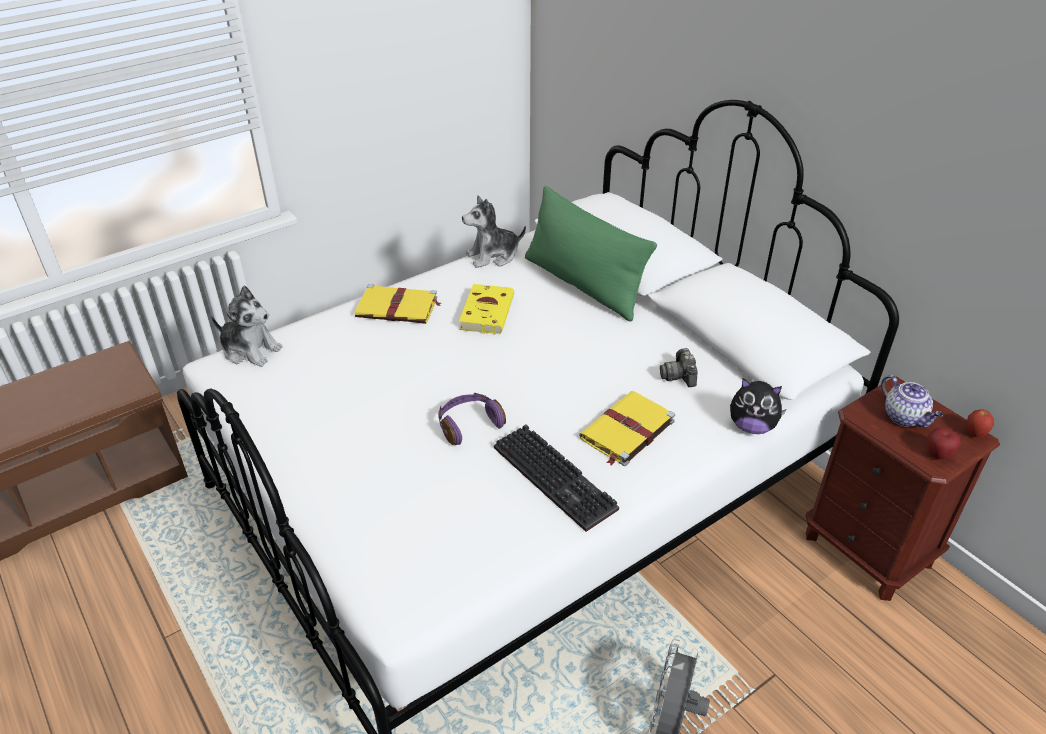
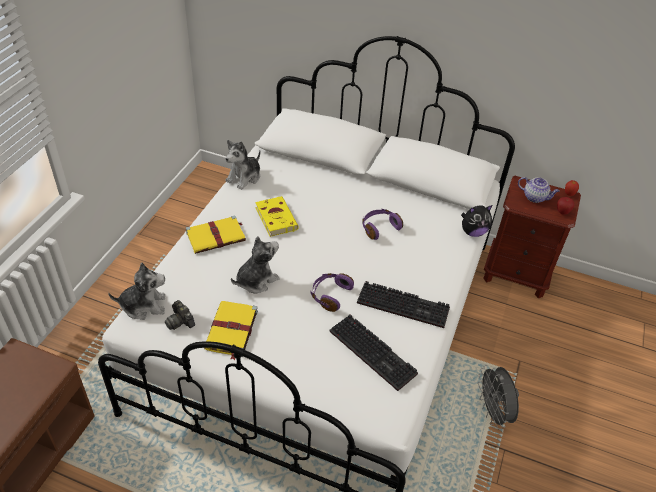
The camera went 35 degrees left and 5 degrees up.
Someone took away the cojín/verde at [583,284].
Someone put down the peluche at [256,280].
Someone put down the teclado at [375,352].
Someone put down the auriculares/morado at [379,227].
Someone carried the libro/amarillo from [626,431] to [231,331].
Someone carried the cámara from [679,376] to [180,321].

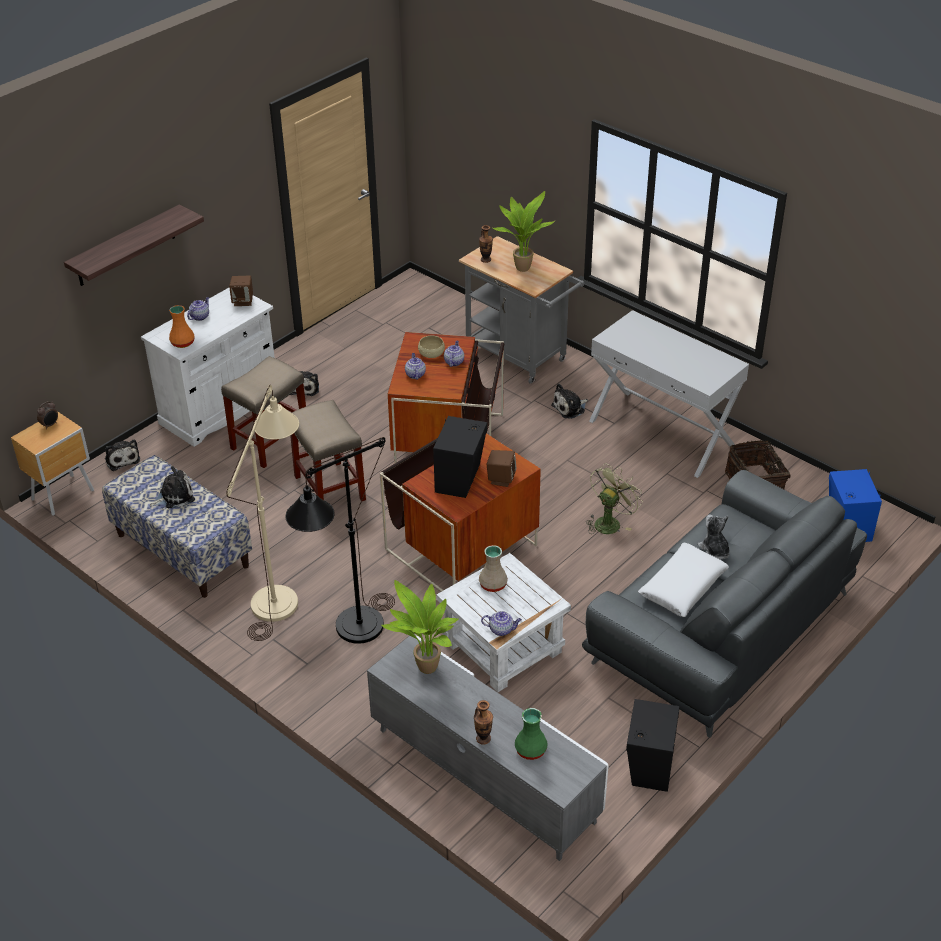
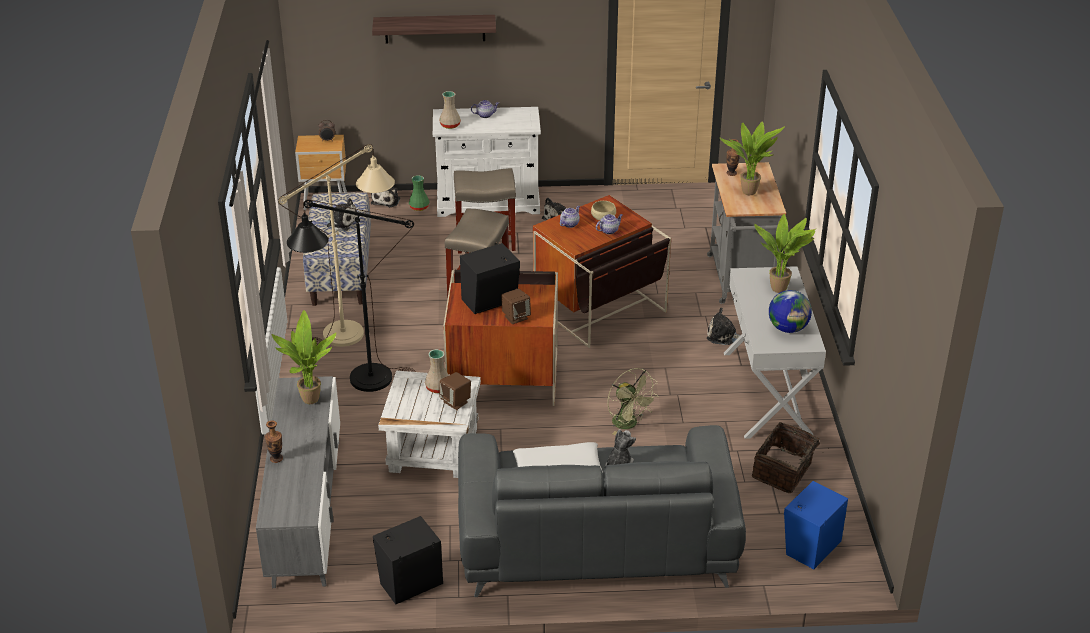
The camera went 45 degrees right and 5 degrees down.
Someone took away the tetera at [501,630].
Someone put down the planta en maceta at [780,288].
Someone put down the globo terráqueo at [788,328].
Someone carried the altavoz/marrón from [243,301] to [456,402].
Someone carried the florero/verde from [531,749] to [419,207].
Someone repainted the florero/naranja at [182,342], which became the florero/beis at [450,125].
Someone rotated the ventilador/verde at [609,522] by 60 degrees clockwise.

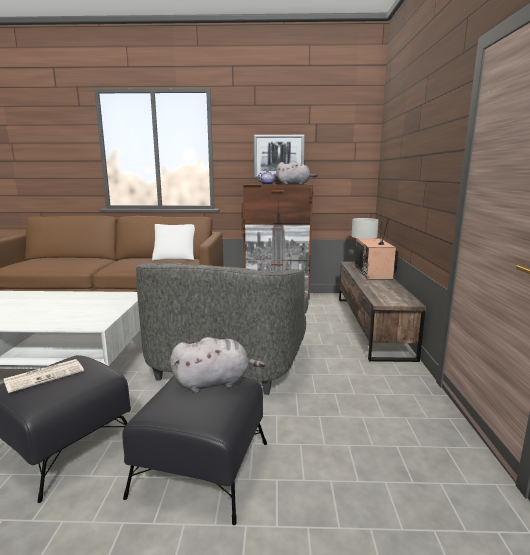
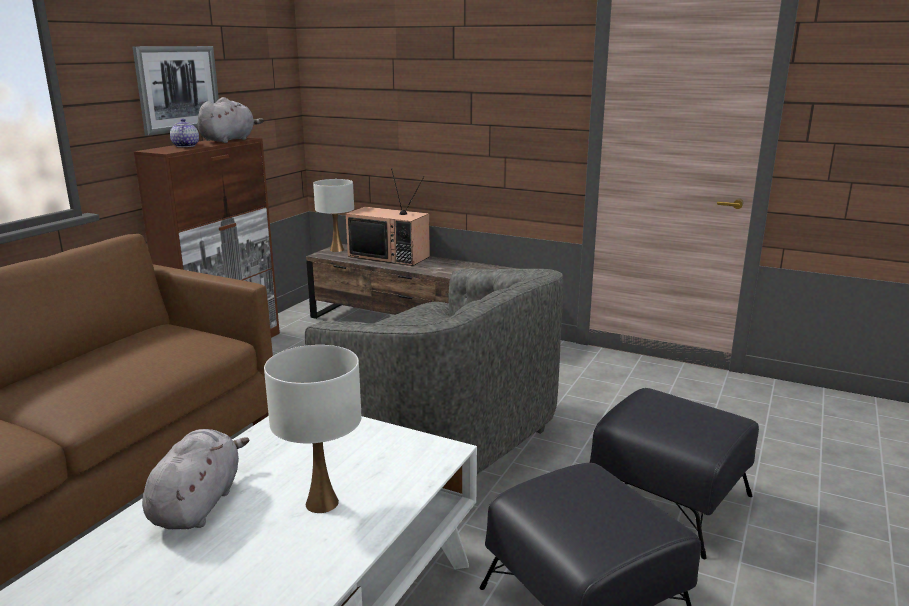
The camera went 65 degrees left and 5 degrees up.
Someone took away the periódico at [45,375].
Someone took away the cojín/blanco at [175,258].
Someone put down the lámpara de mesa/blanco at [321,503].
Someone carried the peluche/gris from [215,382] to [198,504].

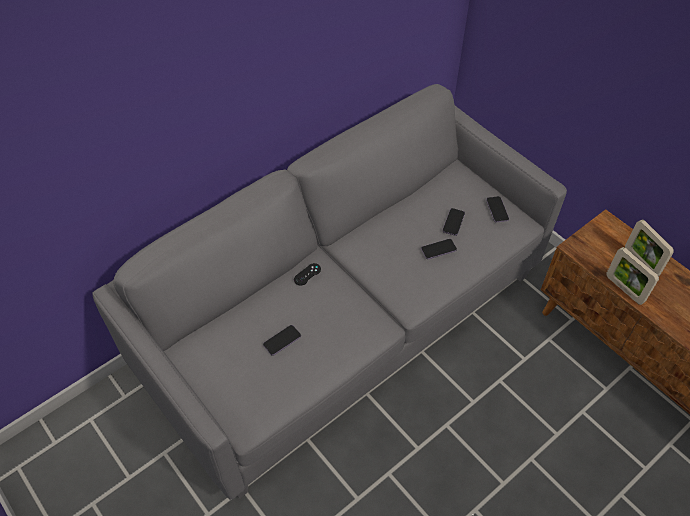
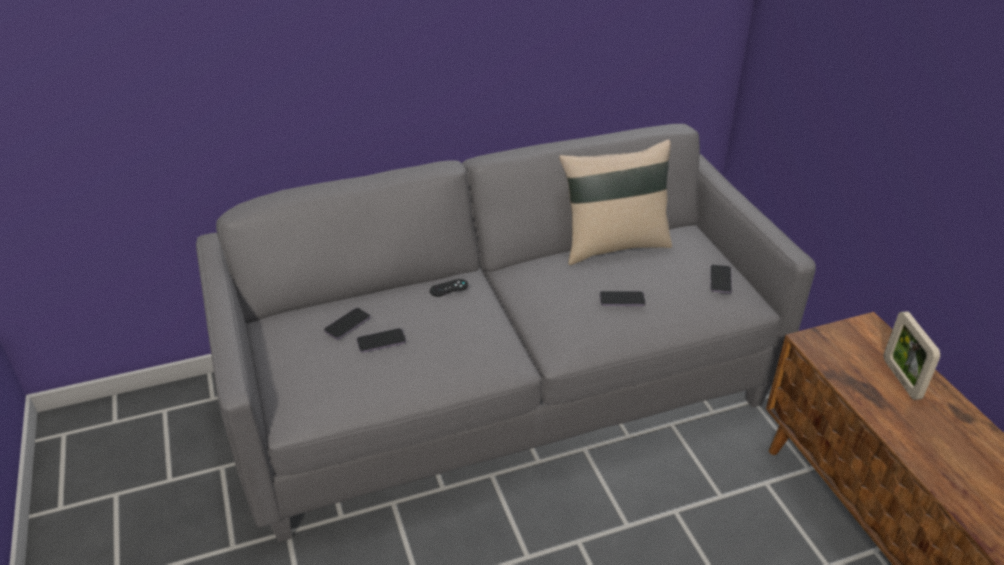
The camera went 20 degrees right and 15 degrees down.
Someone took away the portarretratos at [624,289].
Someone put down the cojín/beis at [613,245].
Someone carried the móvil from [453,222] to [347,325].

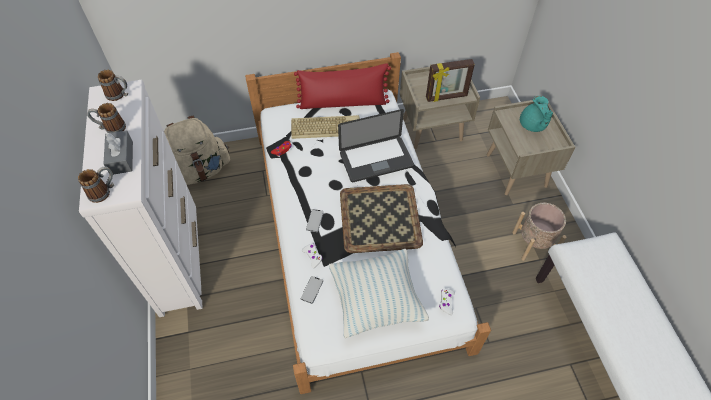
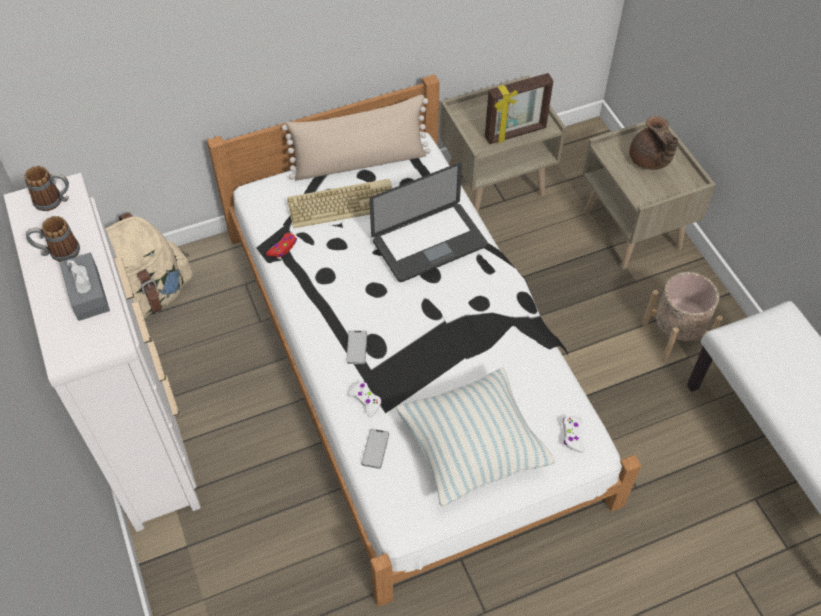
The camera went 10 degrees left and 0 degrees up.
Someone took away the taza grande at [104,192].
Someone took away the bandeja at [379,219].
Someone repainted the cojín/rojo at [343,103], which became the cojín/beis at [360,162].
Someone repainted the tetera/turquesa at [532,125], which became the tetera/marrón at [649,160].

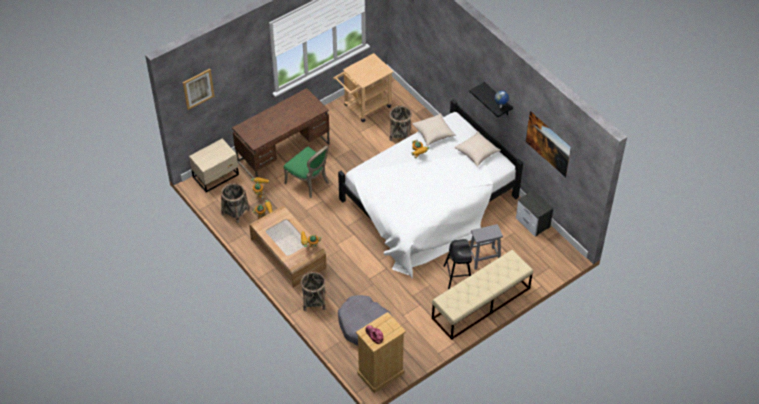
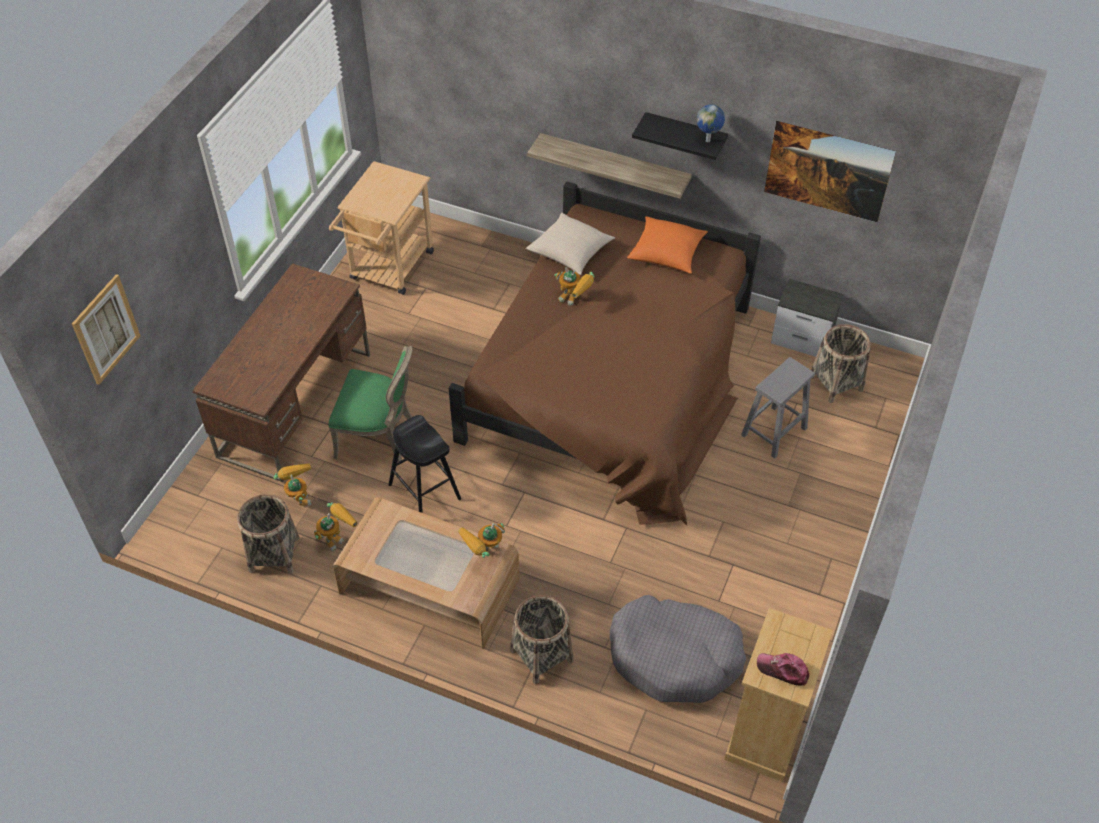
The camera went 30 degrees left and 0 degrees up.
Someone took away the mesita de noche/beis at [216,176].
Someone took away the banco/beis at [481,303].
Someone put up the estante at [614,165].
Someone carried the cesta from [400,134] to [836,383].
Someone carried the taburete/negro from [458,276] to [424,492].
Someone repainted the cama/blanco at [428,203], which became the cama/marrón at [613,381].
Someone repainted the cojín/beis at [477,152], which became the cojín/naranja at [666,253].

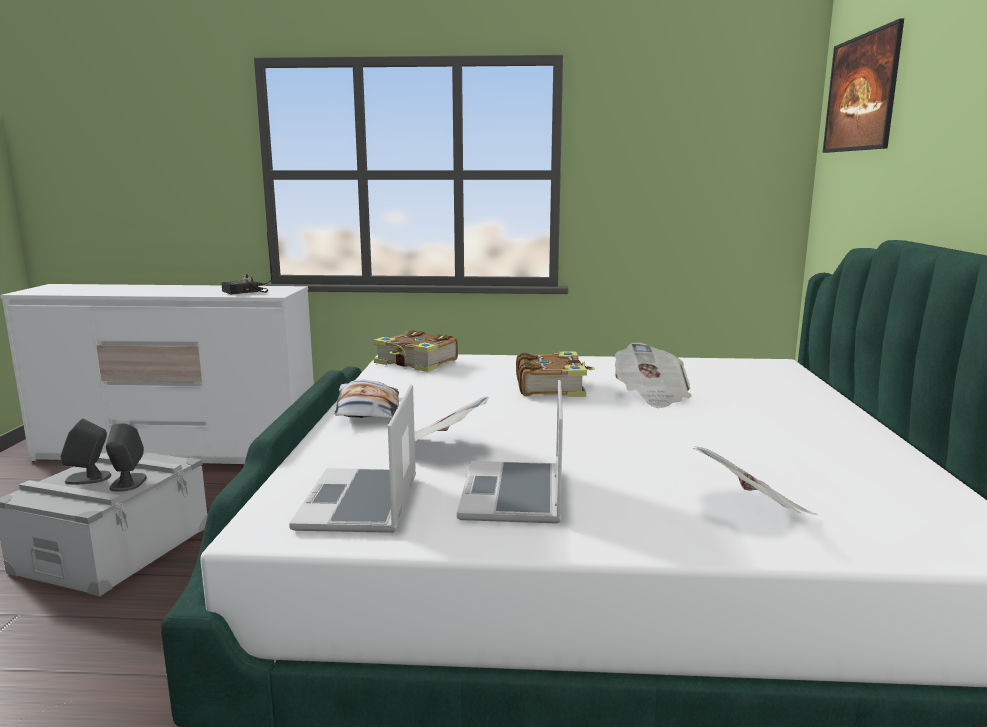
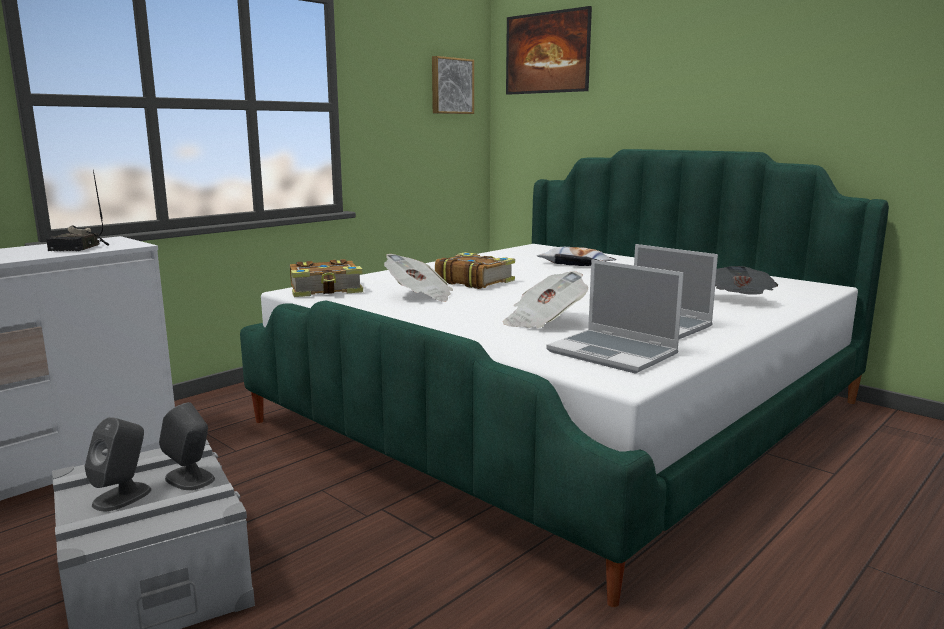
The camera went 50 degrees left and 0 degrees up.
Someone put up the cuadro at [451,86].
Someone carried the cojín from [367,410] to [576,264].
Someone carried the periódico from [651,396] to [420,296].

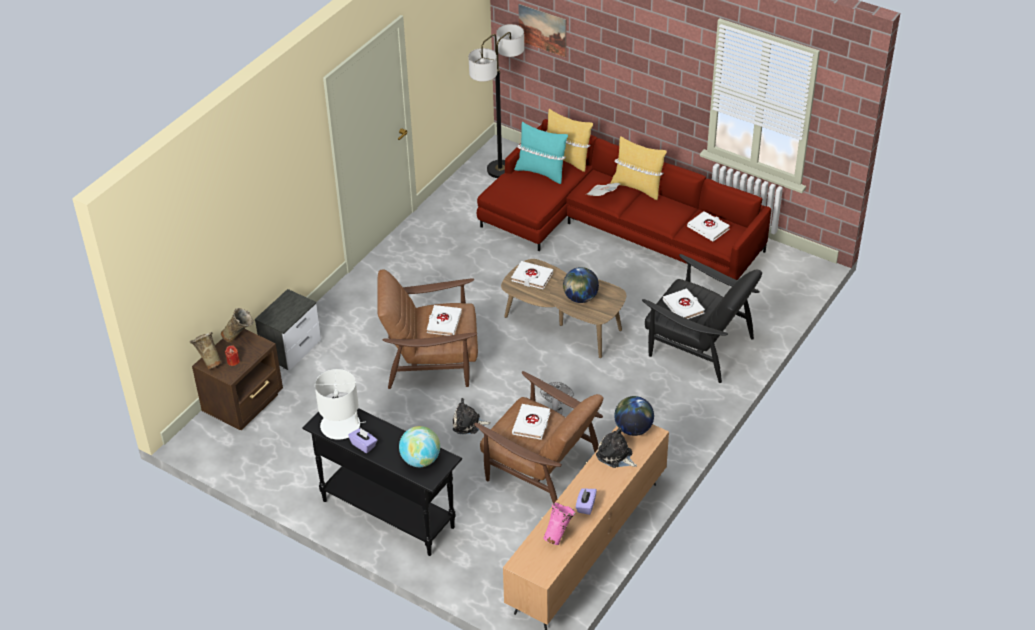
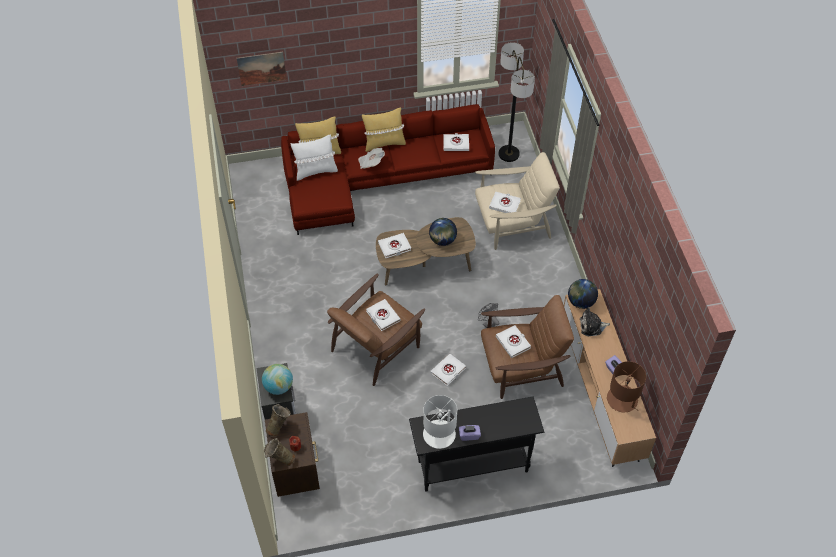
The camera went 45 degrees left and 10 degrees up.
Someone carried the globo terráqueo from [420,460] to [278,387].
Someone carried the lámpara de pie from [500,170] to [509,154].
Someone swapped the peluche at [468,424] for the libro/blanco at [448,371].
Someone swapped the florero/rosa at [558,535] for the lámpara de mesa/marrón at [622,399].
Someone repainted the cojín/turquesa at [541,172], which became the cojín/blanco at [315,171].
Someone repainted the sillón/negro at [698,344], which became the sillón/beis at [512,223].

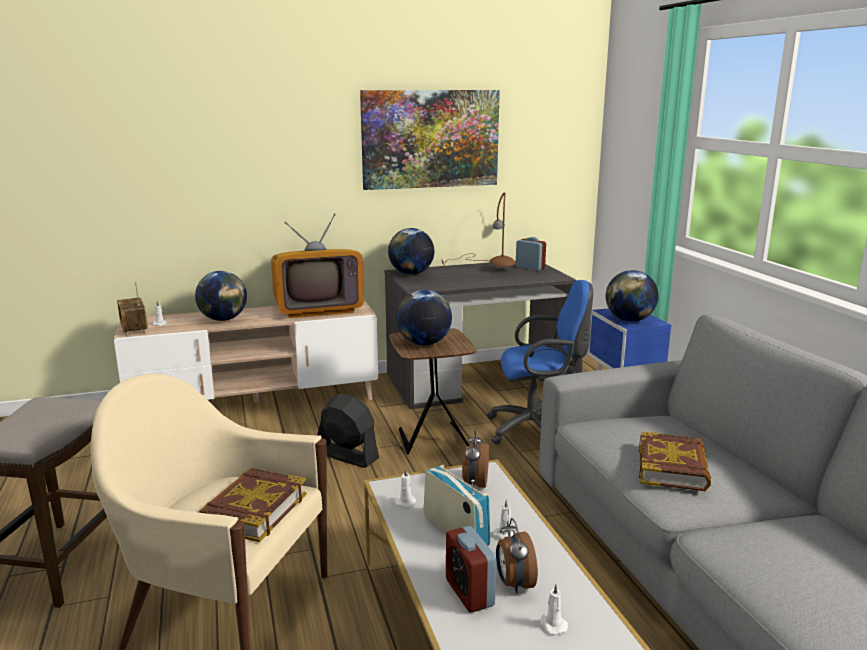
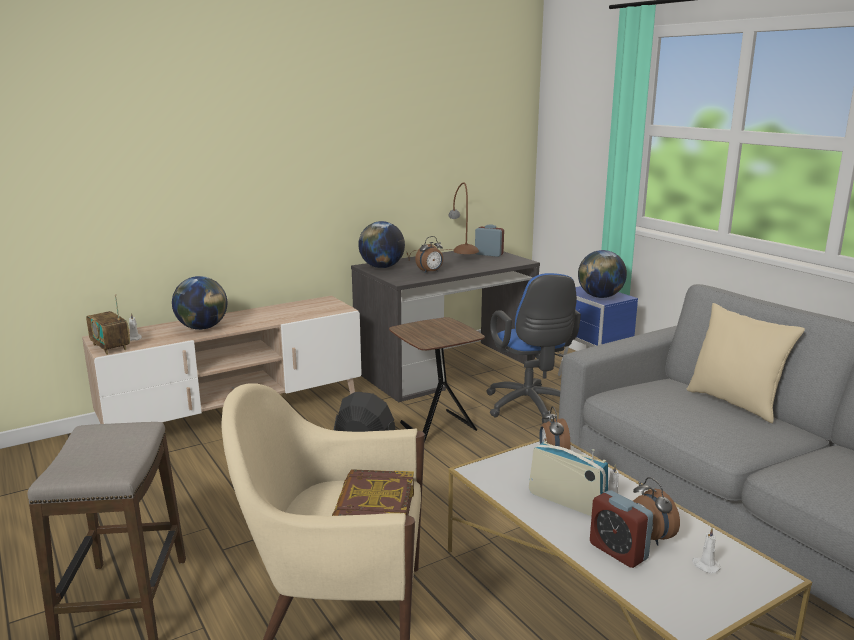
The camera went 15 degrees left and 0 degrees up.
Someone took away the televisor at [318,308].
Someone took away the cuadro at [430,139].
Someone took away the vela/blanco at [406,502].
Someone took away the globo terráqueo at [424,343].
Someone took away the libro at [672,468].
Someone put down the despertador at [430,272].
Someone put down the cojín/beis at [735,403].
Someone rotated the silla de oficina/azul at [537,430] by 90 degrees clockwise.

